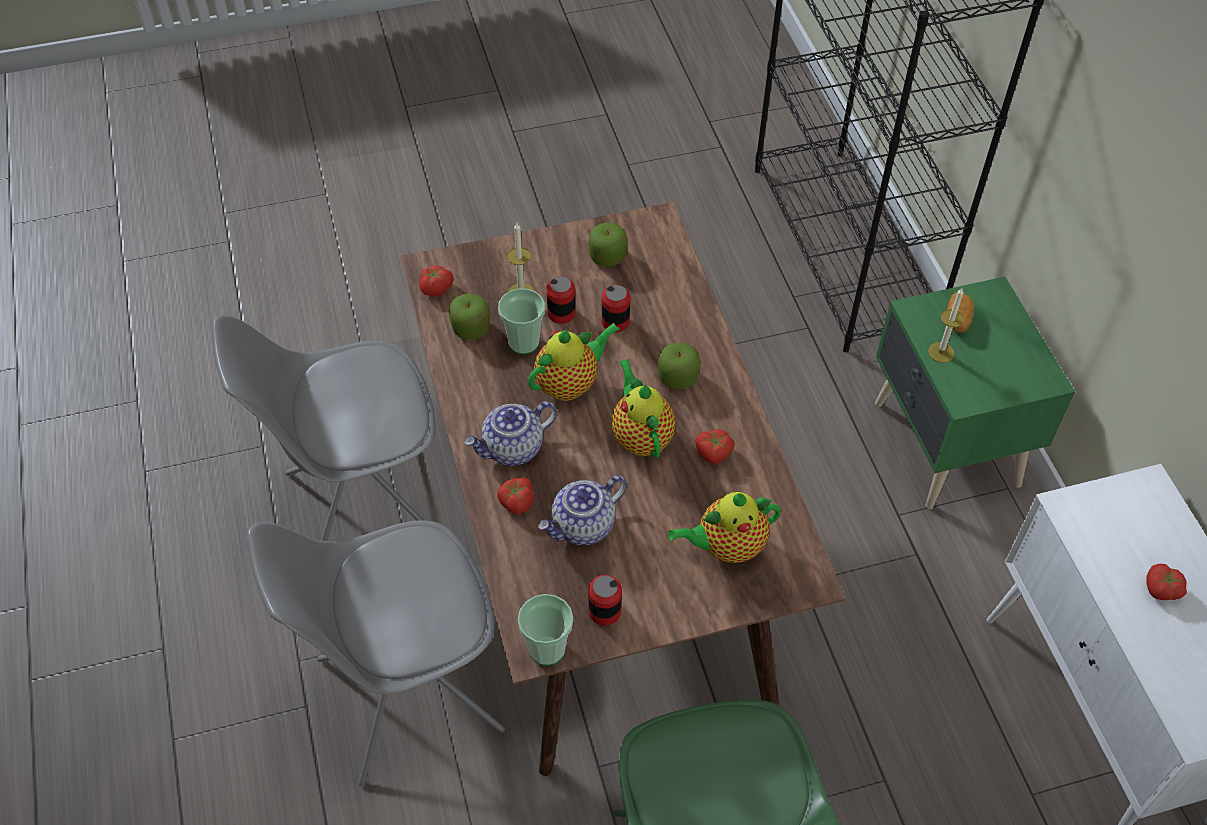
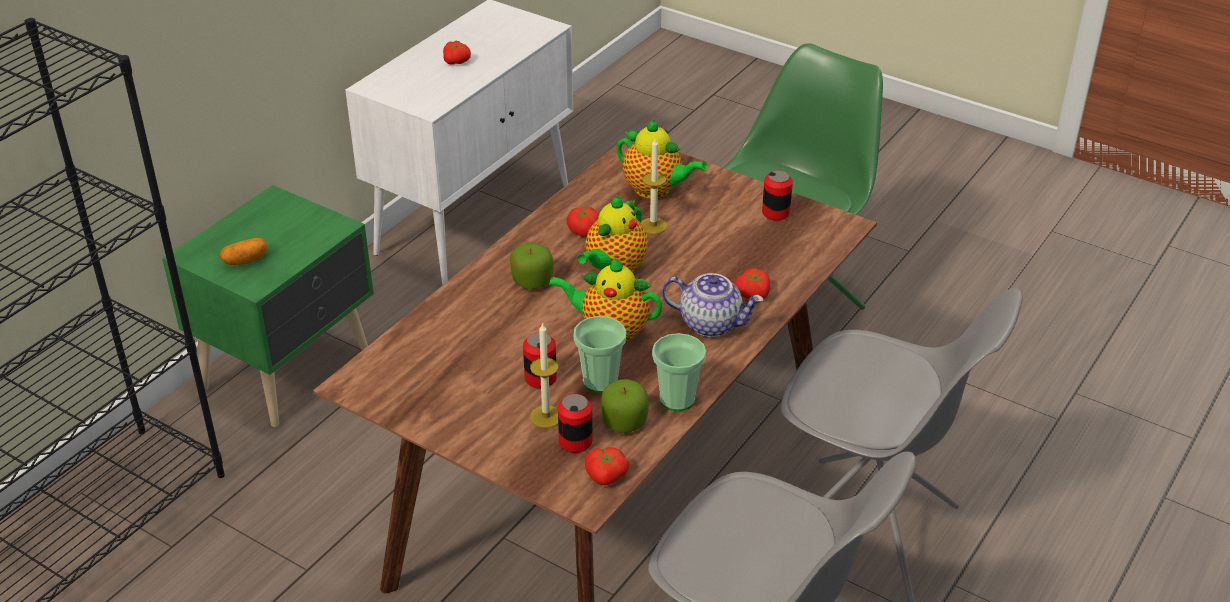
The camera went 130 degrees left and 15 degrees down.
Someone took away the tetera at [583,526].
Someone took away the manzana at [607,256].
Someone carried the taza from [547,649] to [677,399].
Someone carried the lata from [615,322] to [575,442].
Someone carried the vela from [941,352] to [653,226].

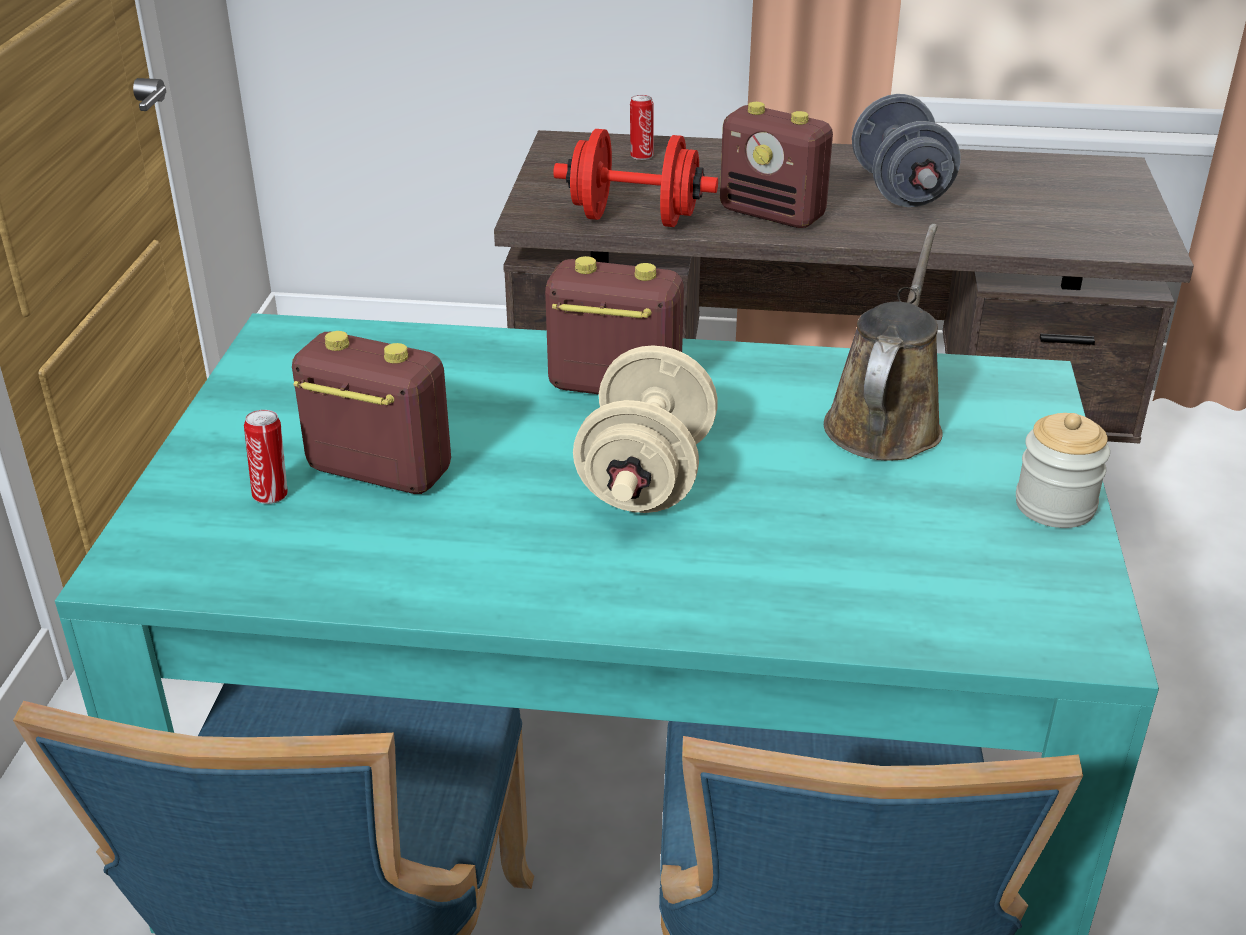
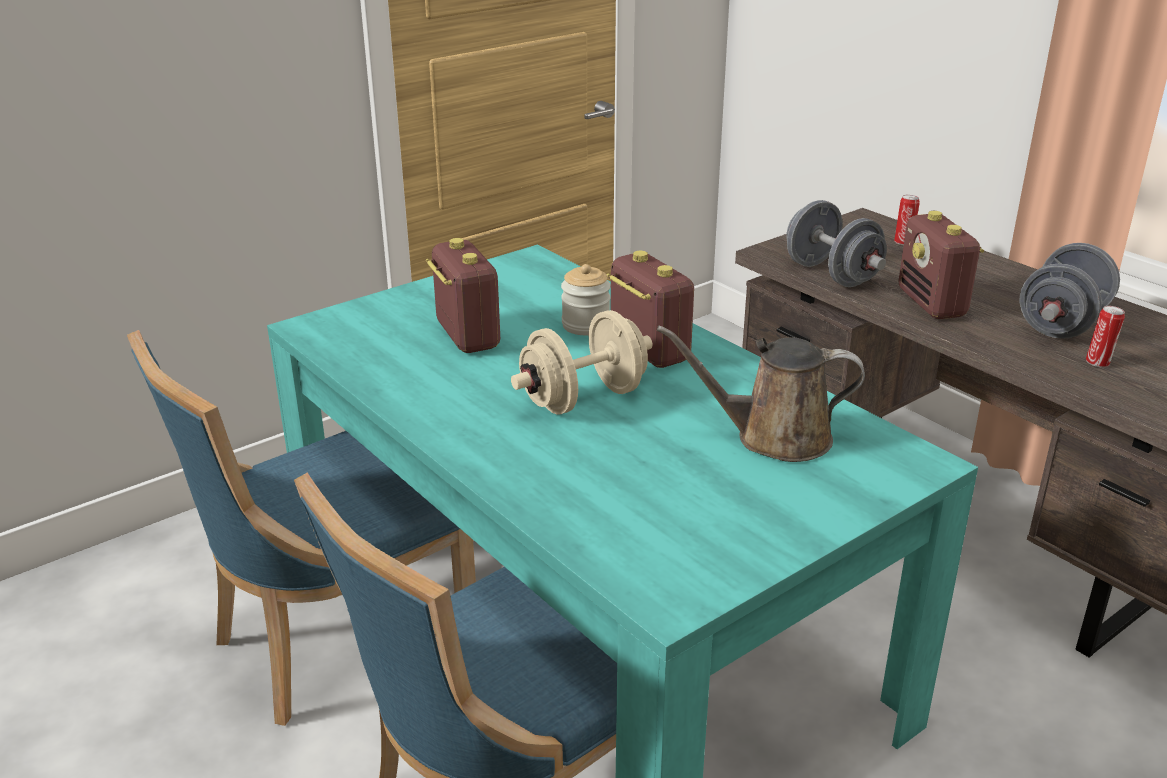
The camera went 45 degrees right and 5 degrees down.
Someone carried the lata from [272,494] to [1098,363].
Someone carried the tarro from [1054,506] to [585,325].
Someone repainted the mancuerna/rojo at [635,219], which became the mancuerna/gris at [831,274].
Someone rotated the regadera/marrón at [885,421] by 150 degrees counterclockwise.

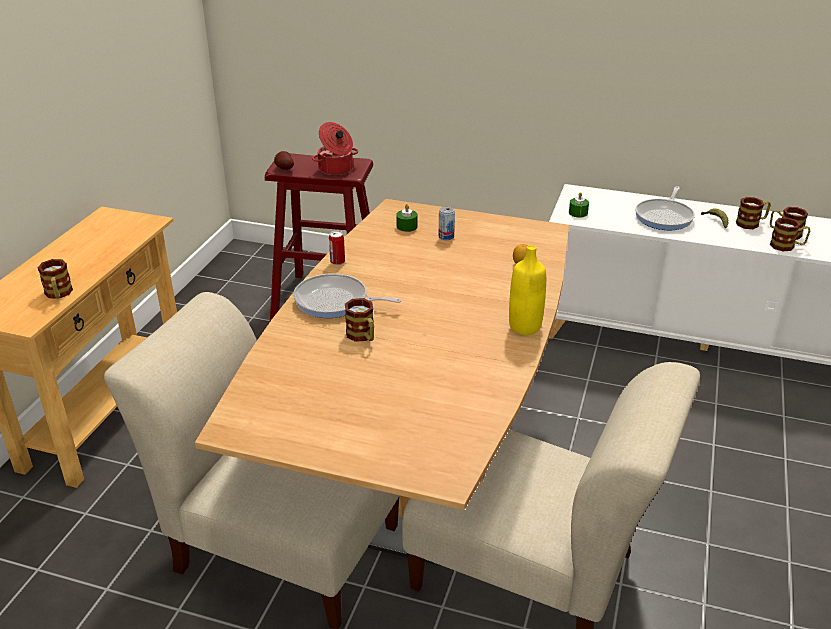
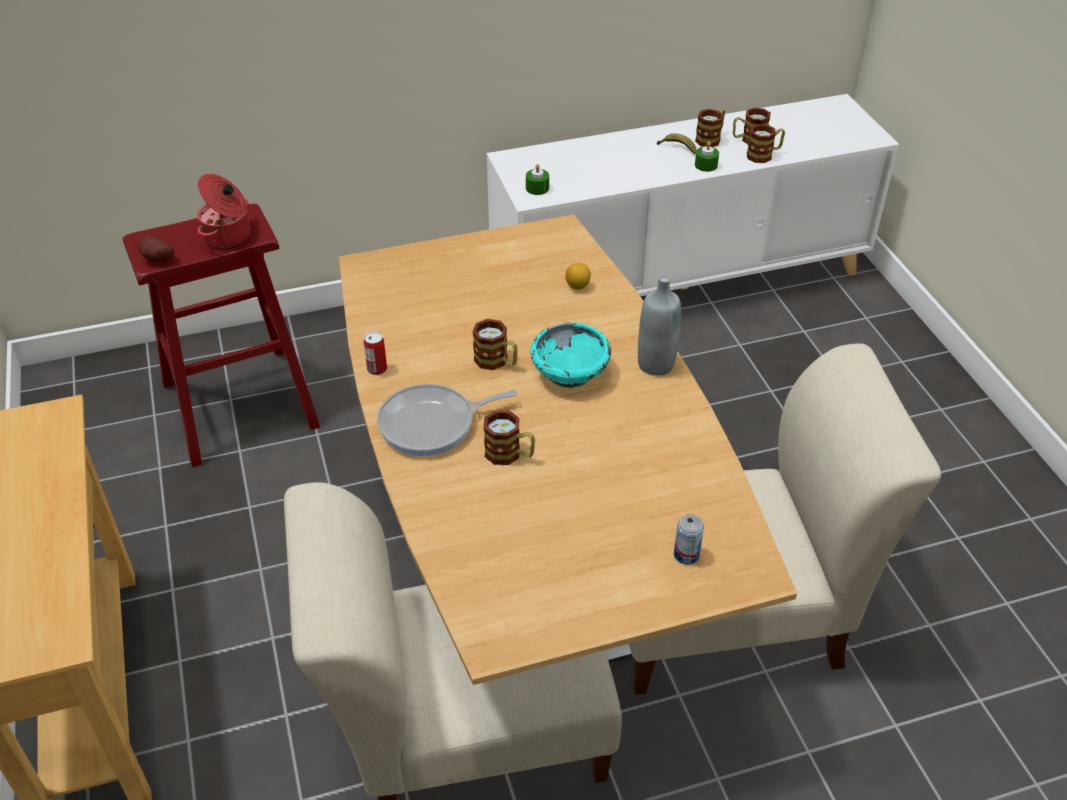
The camera went 35 degrees left and 10 degrees up.
Someone took away the sartén at [665,217].
Someone put down the cuenco/turquesa at [569,373].
Someone carried the taza grande from [58,294] to [496,361].
Someone carried the vela/verde from [407,226] to [706,165].
Someone carried the lata from [446,236] to [686,555].
Someone repainted the botella/amarillo at [525,327], which became the botella/gris at [656,364].

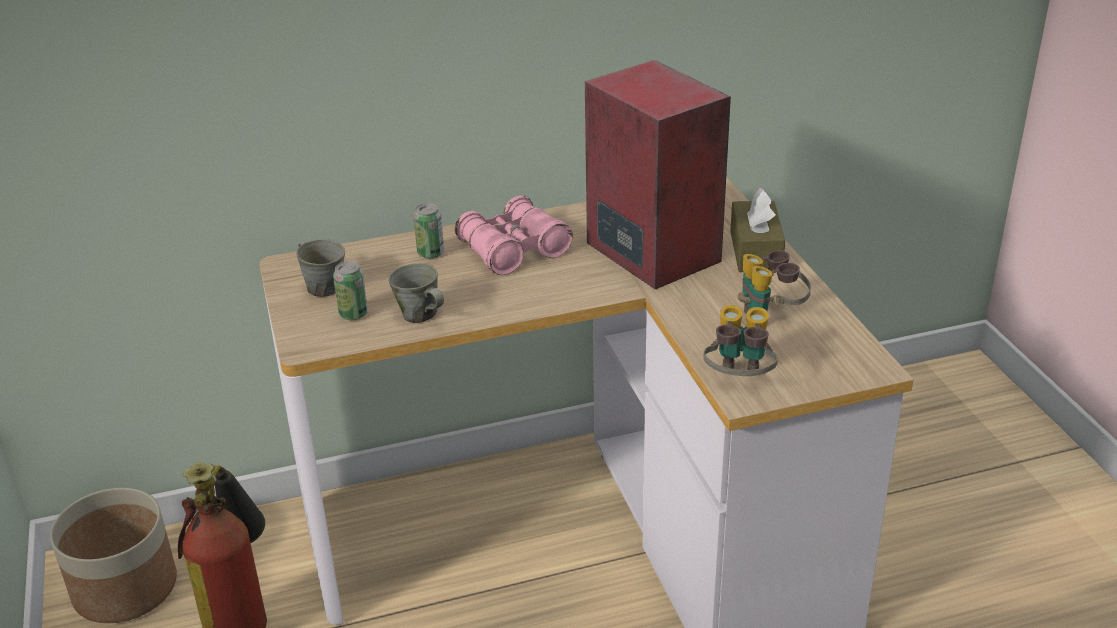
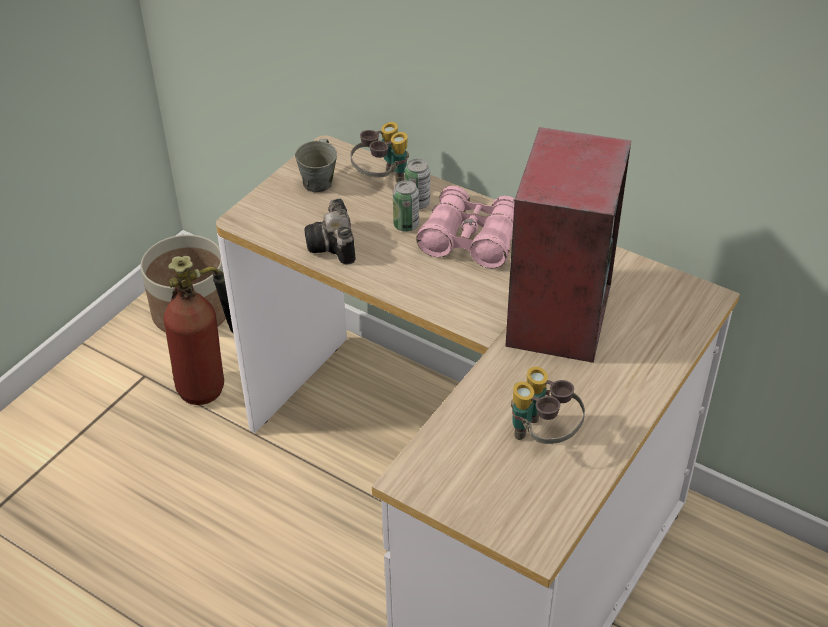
The camera went 50 degrees right and 10 degrees up.
Someone took away the caja de pañuelos/marrón at [755,251].
Someone carried the lata from [353,314] to [406,225].
Someone carried the prismáticos from [739,382] to [382,181].
Someone swapped the taza grande/gris at [420,315] for the cámara at [334,247].

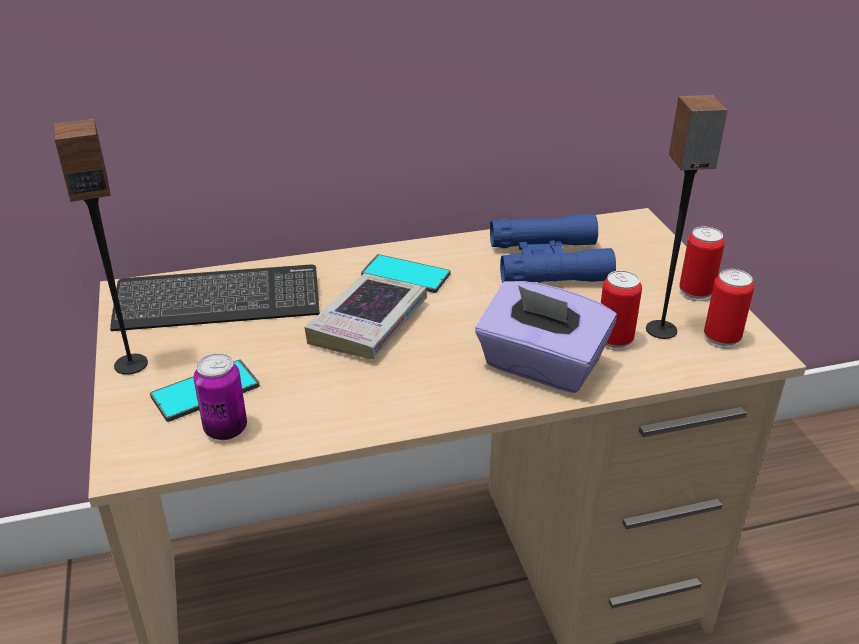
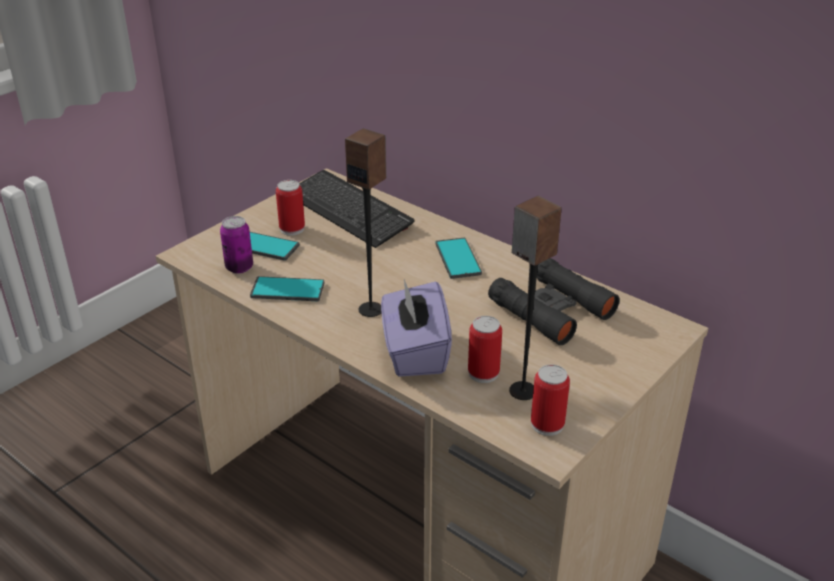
The camera went 55 degrees right and 0 degrees up.
Someone took away the libro at [368,324].
Someone put down the móvil at [287,290].
Someone carried the altavoz from [131,364] to [371,309].
Someone carried the lata from [695,292] to [292,229].
Someone repainted the prismáticos/azul at [548,262], which became the prismáticos/negro at [551,309].

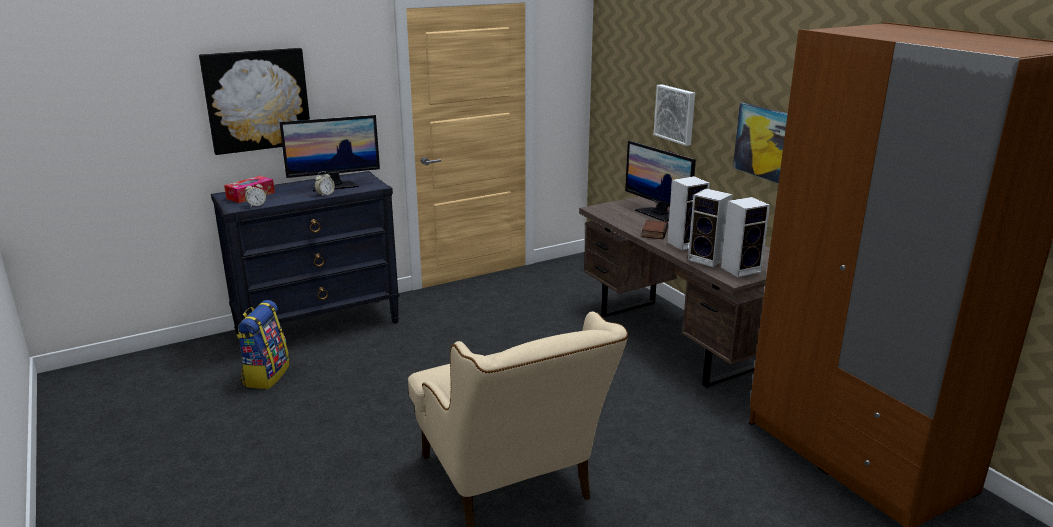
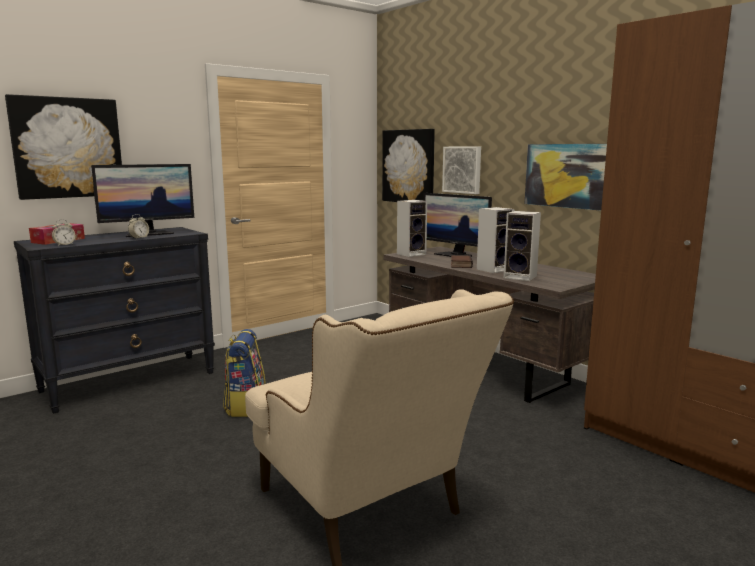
The camera went 10 degrees left and 10 degrees down.
Someone put up the cuadro at [408,166].
Someone carried the mochila from [266,375] to [245,406].
Someone carried the altavoz from [741,269] to [412,254].

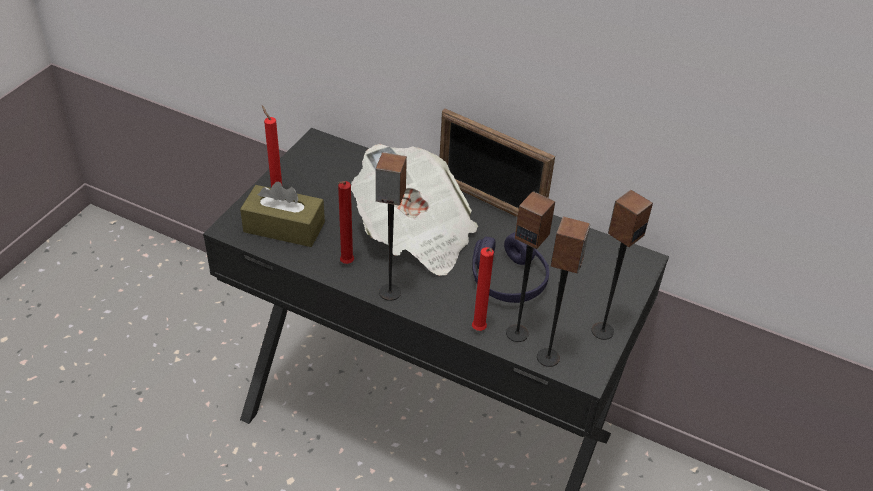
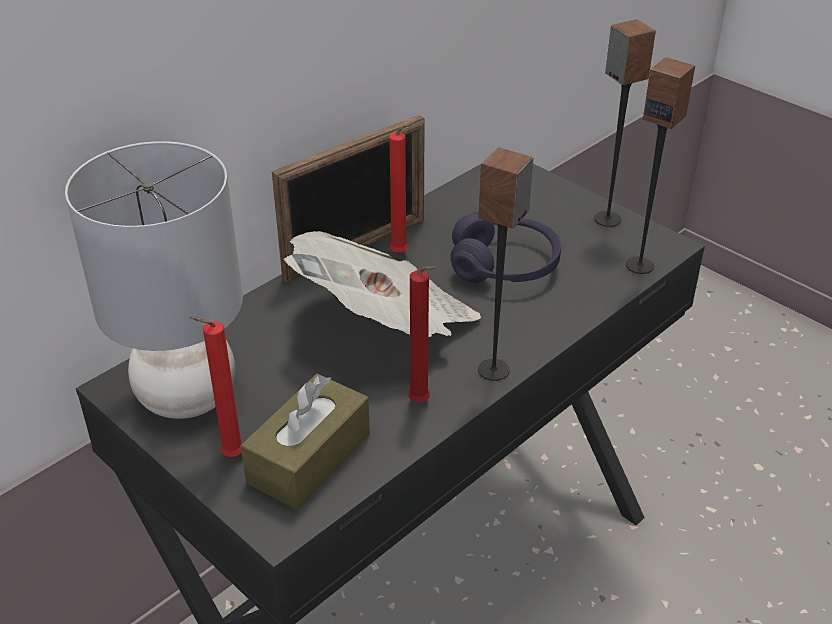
The camera went 70 degrees left and 5 degrees down.
Someone took away the altavoz at [517,333].
Someone put down the lámpara de mesa/gris at [185,396].
Someone carried the vela/rojo from [479,331] to [402,253].

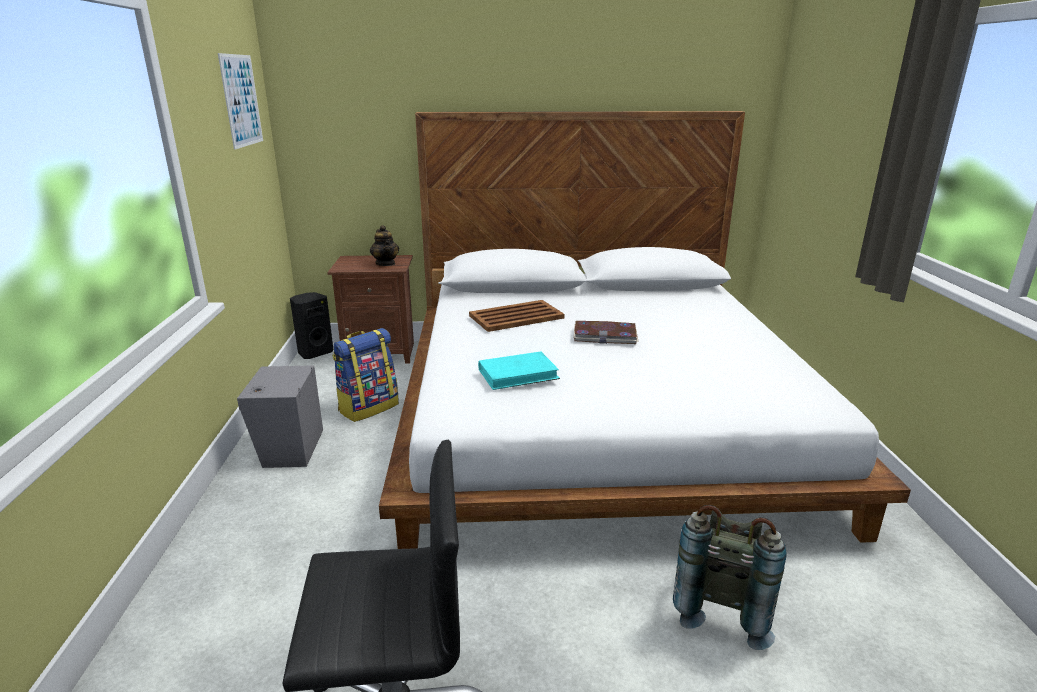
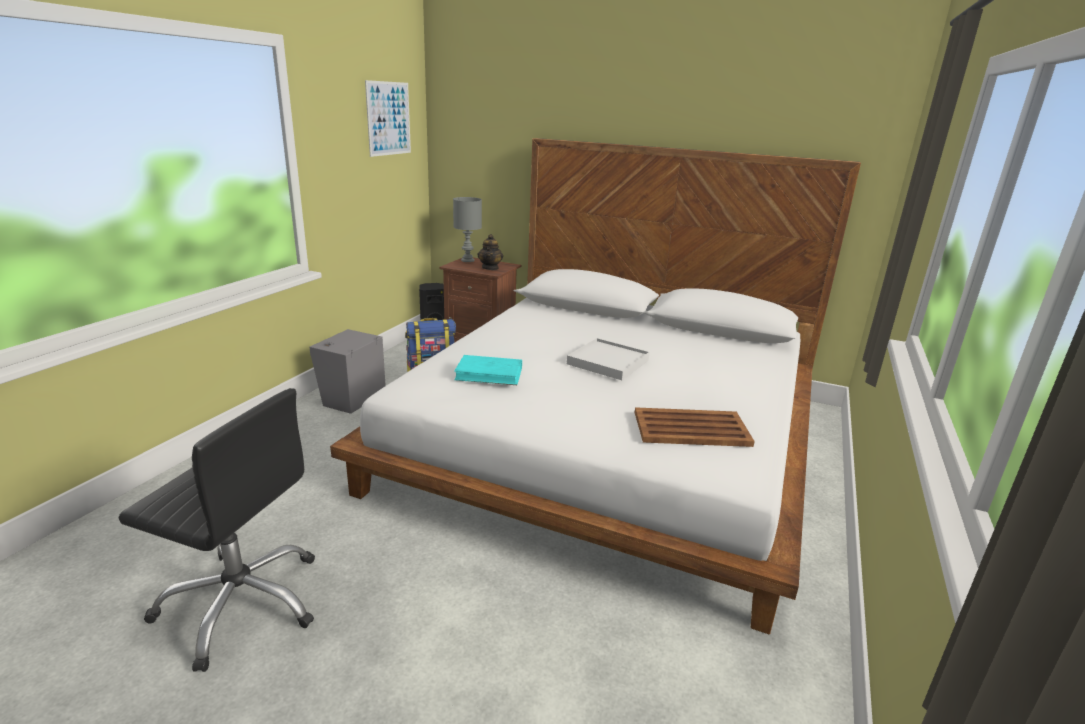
The camera went 25 degrees right and 0 degrees up.
Someone took away the mochila/gris at [721,606].
Someone put down the lámpara de mesa/gris at [467,260].
Someone carried the bandeja/marrón from [517,317] to [692,429].
Someone swapped the libro at [605,335] for the bandeja/blanco at [608,362].

